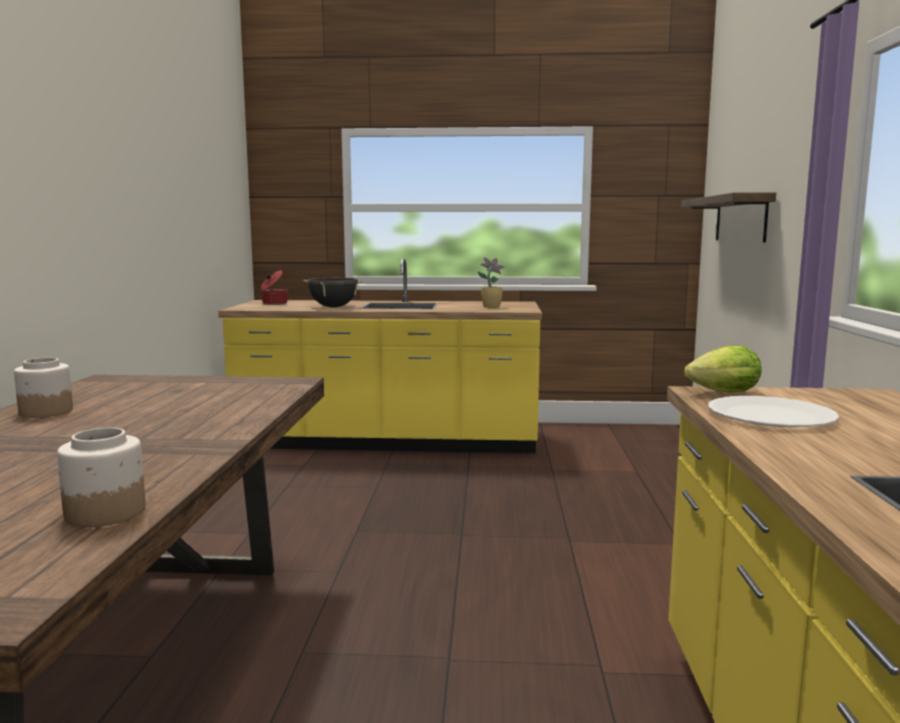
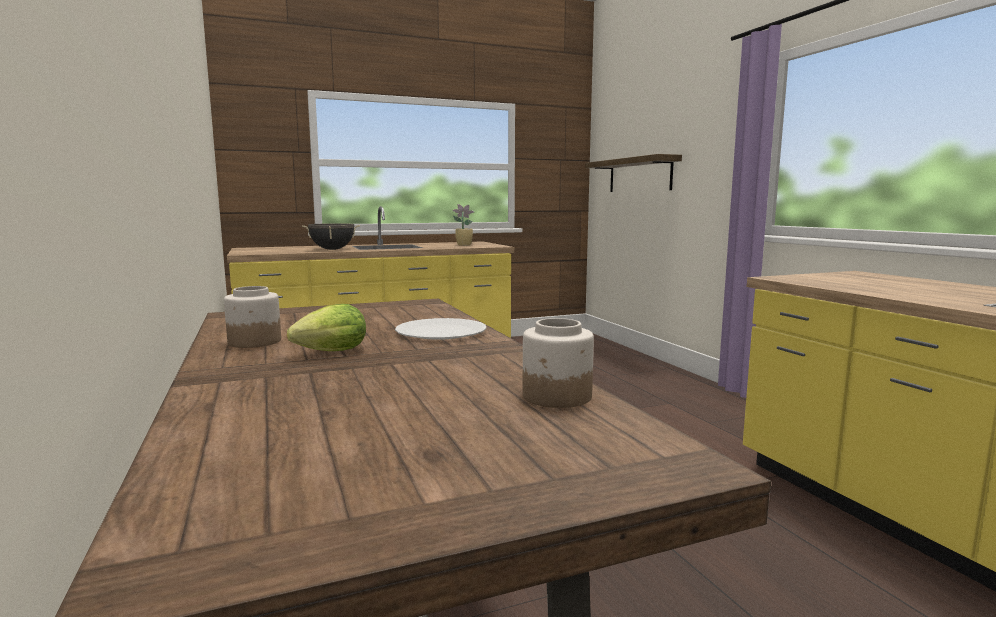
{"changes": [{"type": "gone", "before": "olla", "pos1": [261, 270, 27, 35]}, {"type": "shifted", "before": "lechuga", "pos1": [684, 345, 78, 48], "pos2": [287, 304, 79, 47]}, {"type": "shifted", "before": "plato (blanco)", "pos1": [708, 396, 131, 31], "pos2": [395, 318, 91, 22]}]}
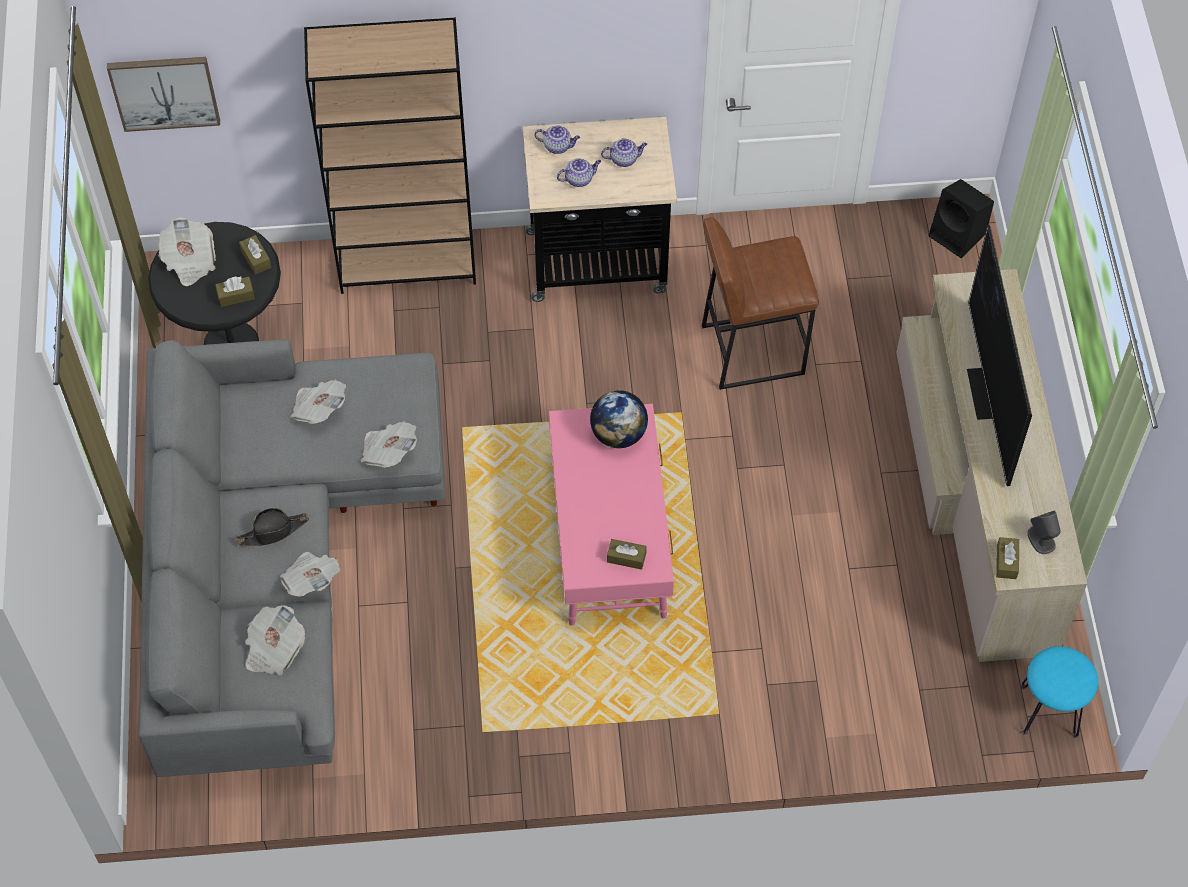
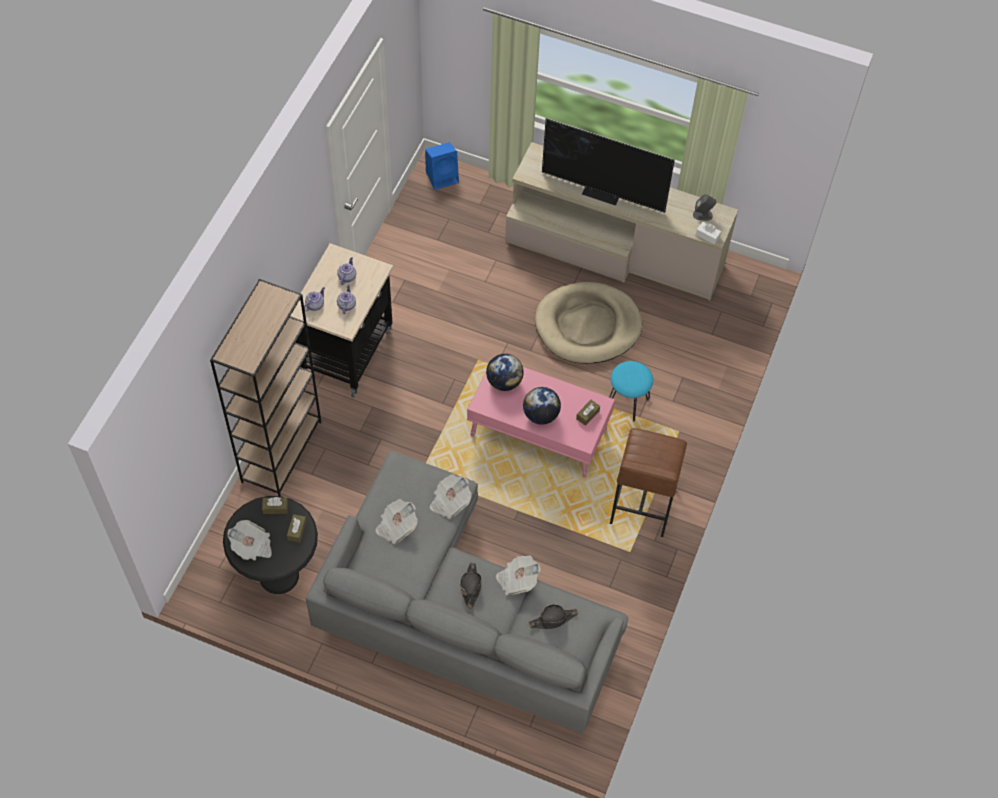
{"changes": [{"type": "gone", "before": "cuadro", "pos1": [107, 57, 113, 75]}, {"type": "repainted", "before": "altavoz (negro)", "after": "altavoz (azul)", "pos1": [928, 179, 66, 79], "pos2": [425, 142, 34, 48]}, {"type": "shifted", "before": "taburete (marrón)", "pos1": [702, 217, 117, 173], "pos2": [610, 428, 77, 109]}, {"type": "repainted", "before": "caja de pañuelos (marrón)", "after": "caja de pañuelos (blanco)", "pos1": [996, 537, 23, 42], "pos2": [696, 222, 25, 23]}, {"type": "swapped", "before": "periódico", "after": "sombrero (negro)", "pos1": [245, 605, 60, 70], "pos2": [529, 604, 49, 25]}, {"type": "shifted", "before": "taburete (turquesa)", "pos1": [1021, 646, 77, 92], "pos2": [609, 361, 44, 61]}, {"type": "new", "after": "cama para perro (beis)", "pos2": [535, 282, 107, 82]}, {"type": "new", "after": "globo terráqueo", "pos2": [523, 387, 38, 38]}]}
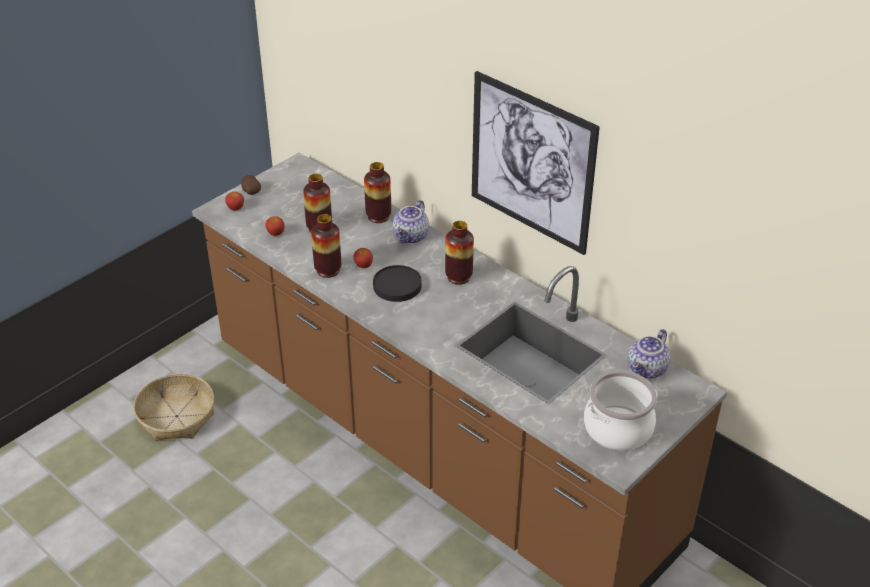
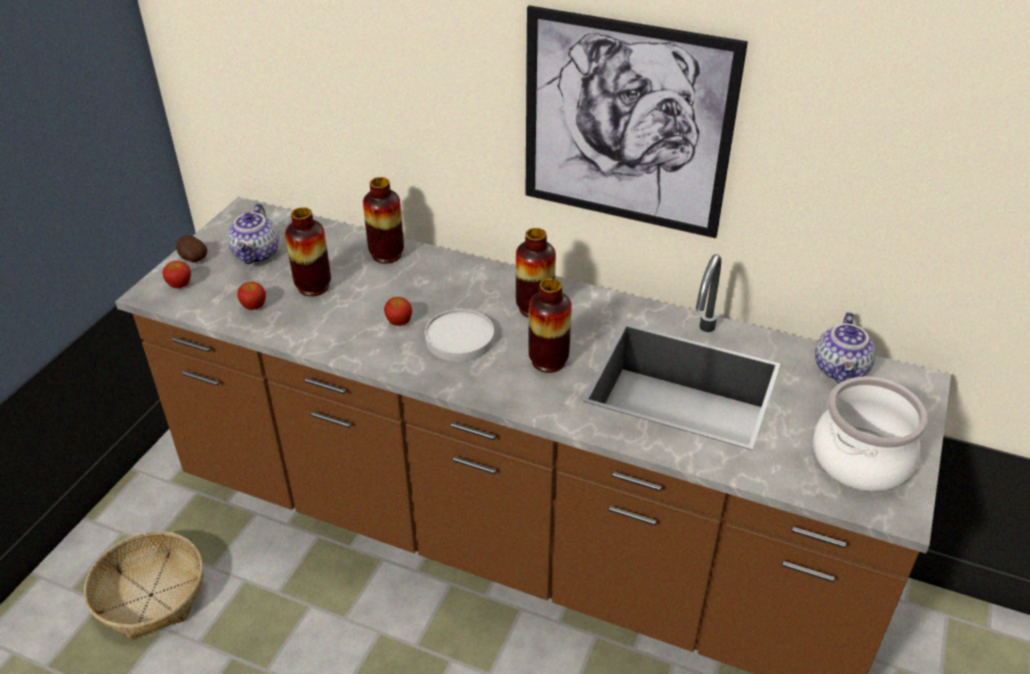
{"changes": [{"type": "shifted", "before": "tetera", "pos1": [393, 200, 36, 44], "pos2": [227, 204, 52, 60]}, {"type": "shifted", "before": "florero", "pos1": [311, 214, 30, 64], "pos2": [528, 278, 44, 95]}, {"type": "repainted", "before": "plato (negro)", "after": "plato (blanco)", "pos1": [373, 265, 49, 37], "pos2": [425, 309, 69, 53]}]}
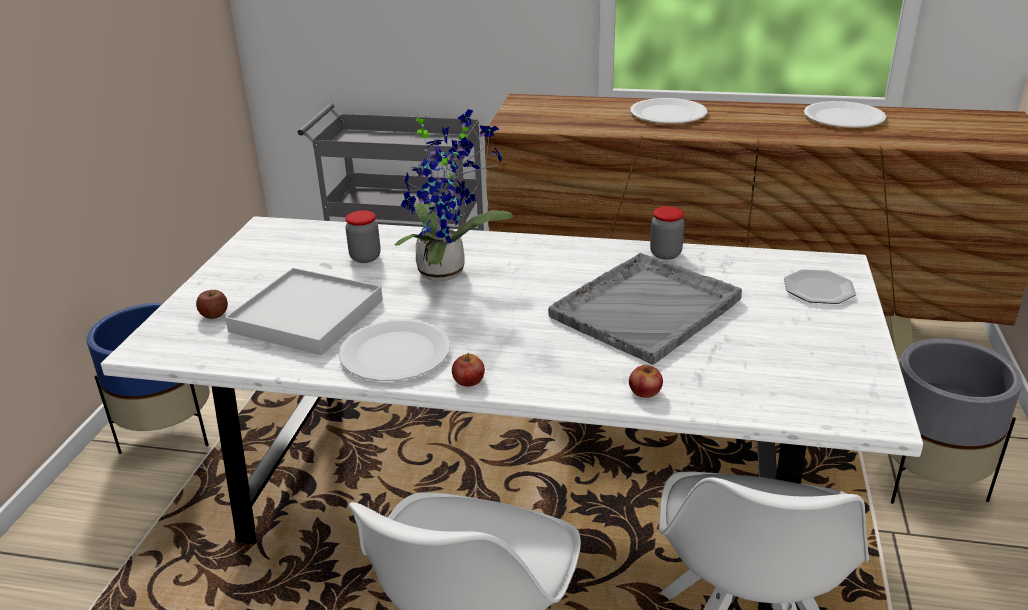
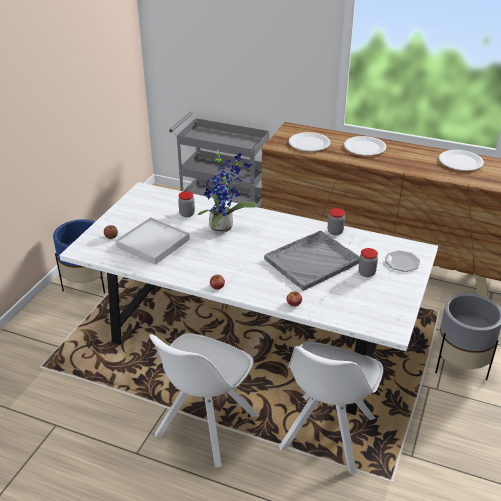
{"changes": [{"type": "shifted", "before": "plato (blanco)", "pos1": [339, 319, 111, 62], "pos2": [289, 132, 41, 19]}, {"type": "new", "after": "tarro", "pos2": [358, 248, 20, 29]}]}
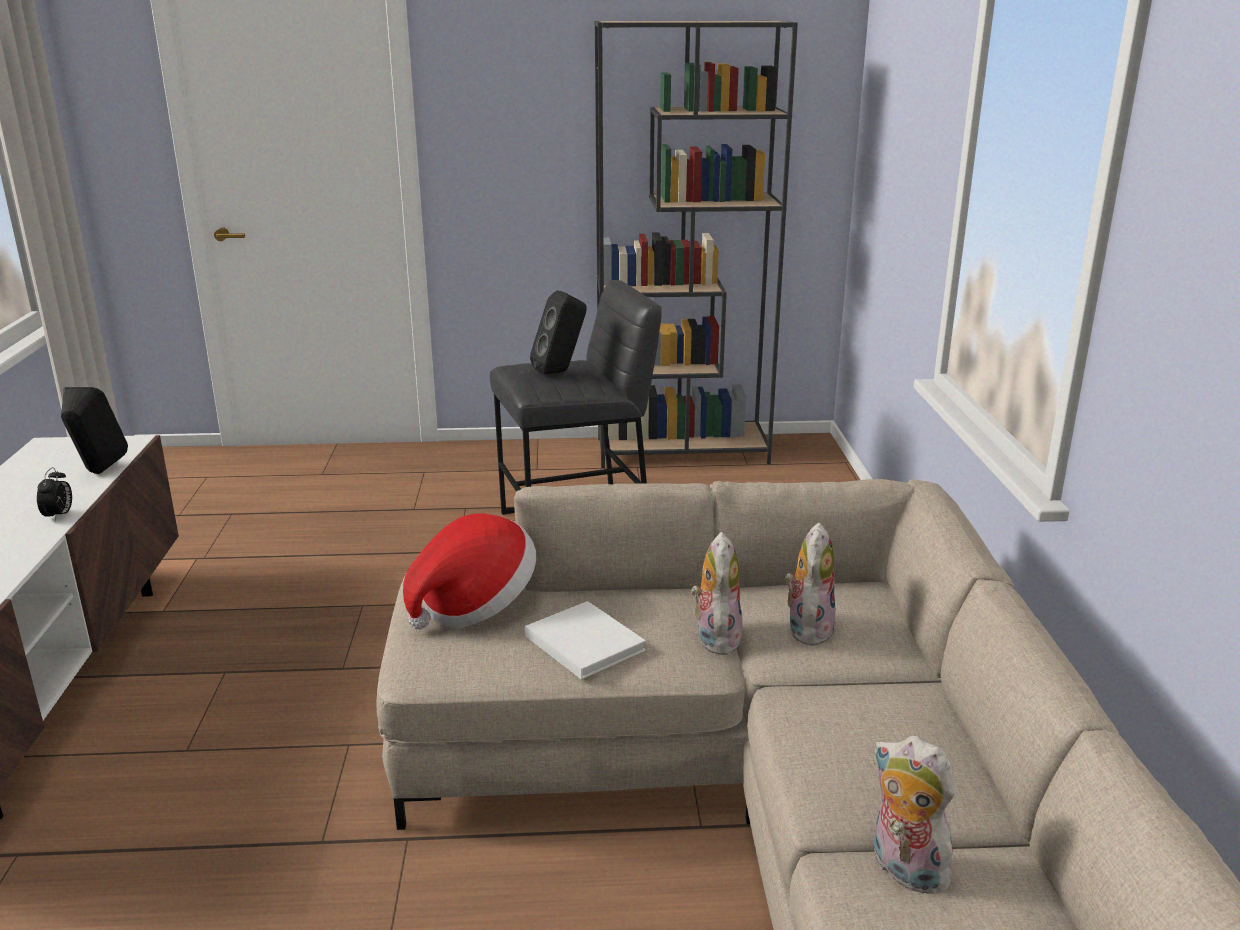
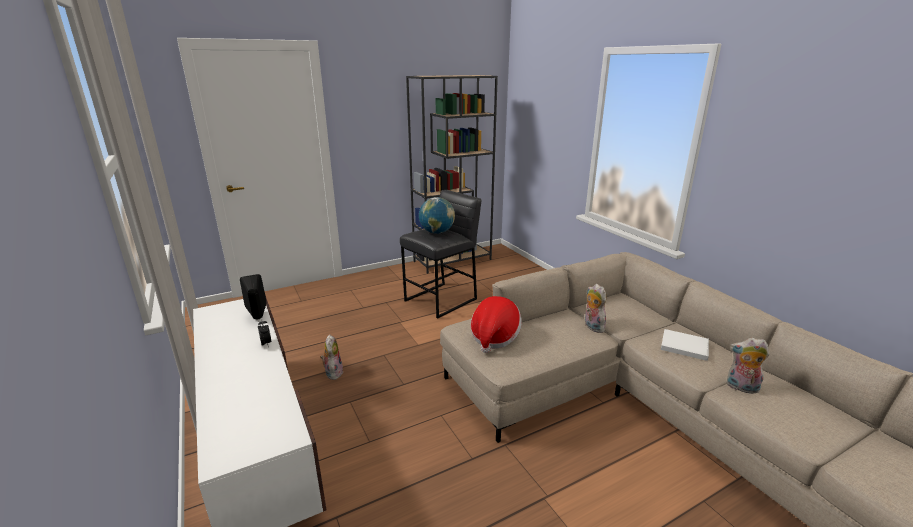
{"changes": [{"type": "swapped", "before": "altavoz (negro)", "after": "globo terráqueo", "pos1": [530, 290, 56, 84], "pos2": [419, 197, 36, 37]}, {"type": "shifted", "before": "peluche", "pos1": [785, 522, 51, 124], "pos2": [321, 335, 22, 45]}, {"type": "shifted", "before": "libro (blanco)", "pos1": [525, 601, 121, 78], "pos2": [661, 329, 48, 32]}]}
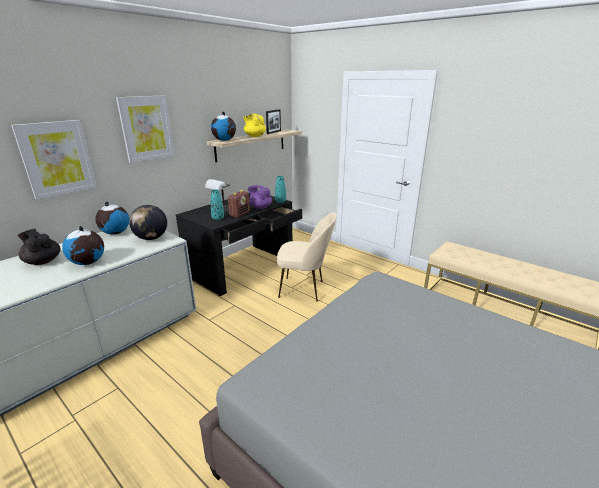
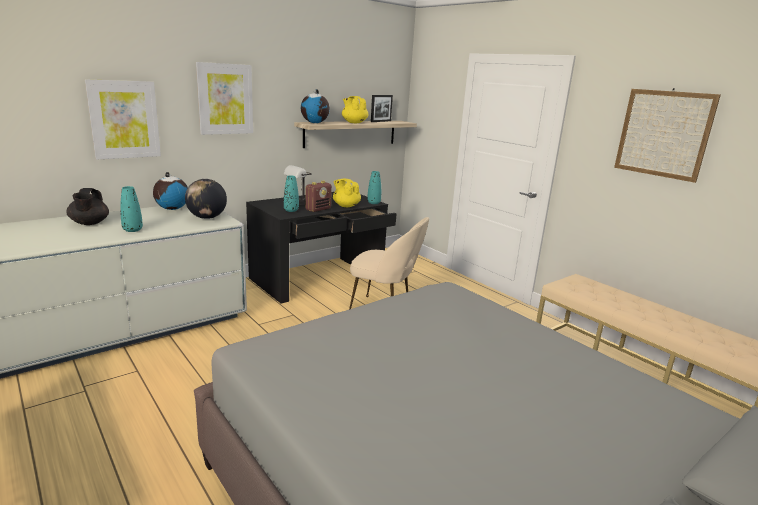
{"changes": [{"type": "repainted", "before": "tetera (morado)", "after": "tetera (amarillo)", "pos1": [247, 185, 25, 24], "pos2": [333, 179, 28, 28]}, {"type": "swapped", "before": "globo terráqueo", "after": "florero (turquesa)", "pos1": [62, 226, 42, 39], "pos2": [120, 186, 23, 46]}, {"type": "rotated", "before": "tetera (negro)", "pos1": [17, 229, 44, 36], "pos2": [66, 188, 43, 37], "turn": -150}, {"type": "new", "after": "cuadro", "pos2": [614, 88, 107, 95]}]}
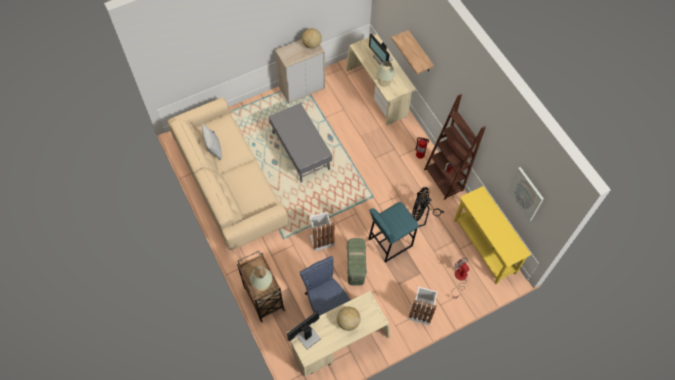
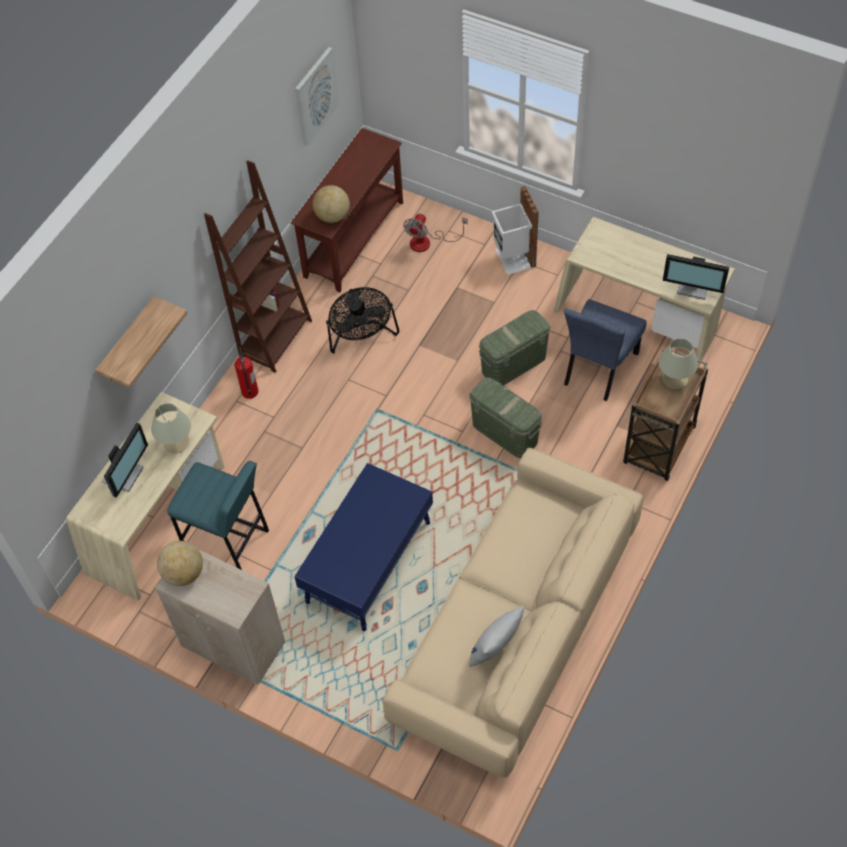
{"changes": [{"type": "repainted", "before": "mesa de centro (gris)", "after": "mesa de centro (azul)", "pos1": [269, 103, 63, 80], "pos2": [294, 463, 139, 168]}, {"type": "repainted", "before": "mesa consola (amarillo)", "after": "mesa consola (marrón)", "pos1": [454, 186, 77, 98], "pos2": [291, 128, 112, 164]}, {"type": "shifted", "before": "taburete (turquesa)", "pos1": [368, 202, 51, 61], "pos2": [167, 461, 102, 109]}, {"type": "swapped", "before": "papelera (blanco)", "after": "caja de almacenaje (verde)", "pos1": [309, 212, 26, 39], "pos2": [469, 378, 73, 81]}, {"type": "shifted", "before": "globo terráqueo", "pos1": [337, 307, 24, 24], "pos2": [313, 185, 37, 38]}]}
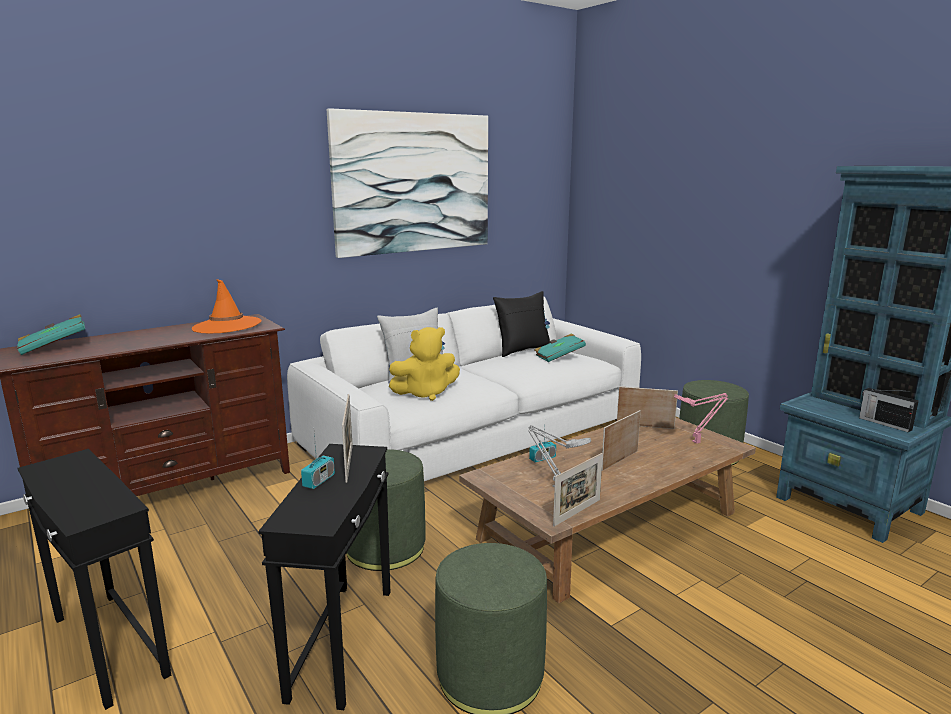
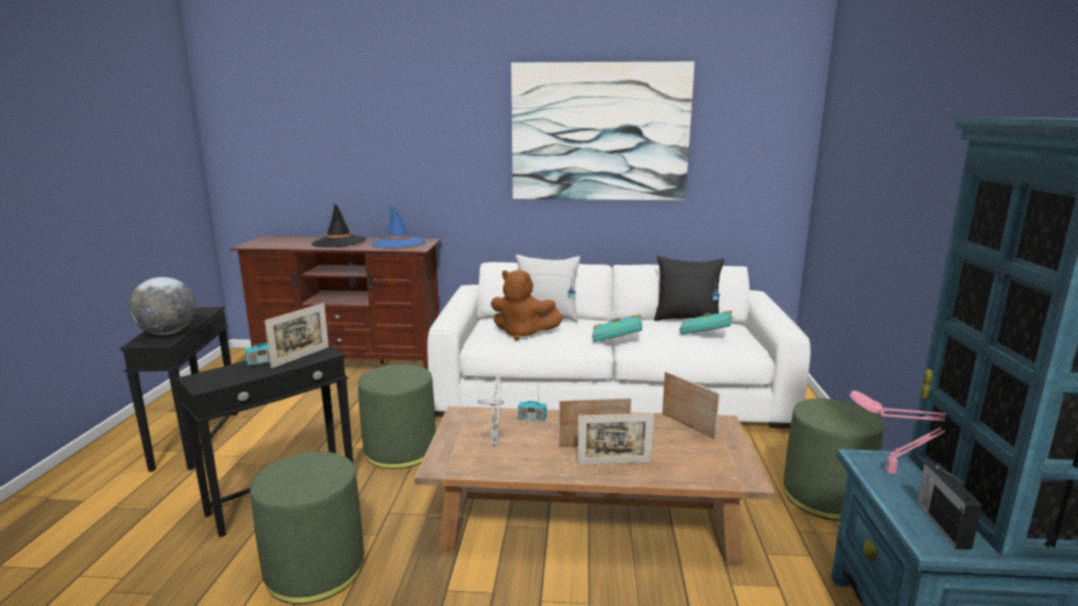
{"changes": [{"type": "repainted", "before": "sombrero (naranja)", "after": "sombrero (azul)", "pos1": [192, 279, 69, 55], "pos2": [371, 205, 55, 43]}, {"type": "shifted", "before": "libro (turquesa)", "pos1": [17, 314, 68, 41], "pos2": [592, 314, 50, 28]}, {"type": "repainted", "before": "peluche (amarillo)", "after": "peluche (marrón)", "pos1": [389, 327, 71, 74], "pos2": [491, 270, 72, 71]}, {"type": "shifted", "before": "lámpara de mesa (rosa)", "pos1": [674, 393, 54, 51], "pos2": [850, 391, 97, 83]}, {"type": "shifted", "before": "portarretratos", "pos1": [553, 453, 50, 74], "pos2": [577, 413, 77, 52]}, {"type": "new", "after": "sombrero (negro)", "pos2": [311, 204, 55, 44]}, {"type": "new", "after": "globo terráqueo", "pos2": [129, 277, 67, 58]}]}
